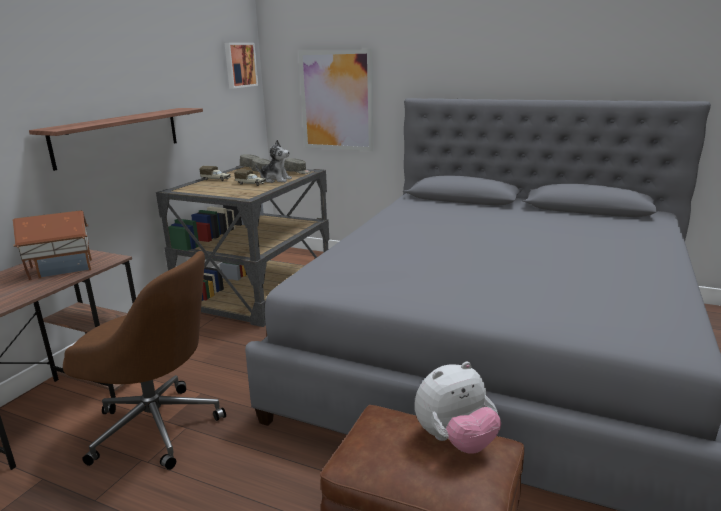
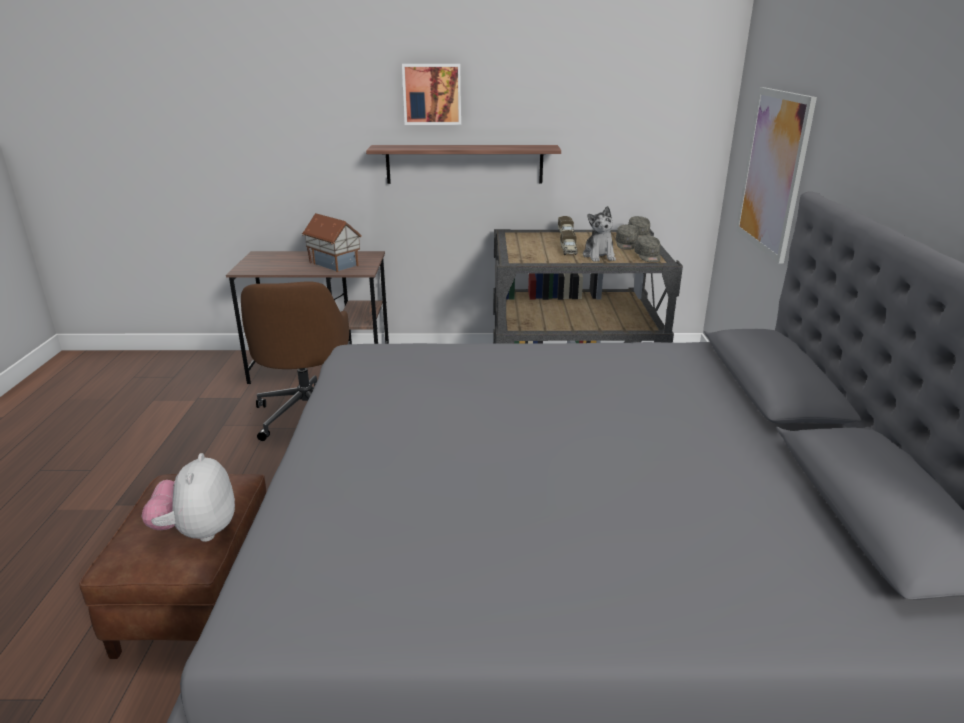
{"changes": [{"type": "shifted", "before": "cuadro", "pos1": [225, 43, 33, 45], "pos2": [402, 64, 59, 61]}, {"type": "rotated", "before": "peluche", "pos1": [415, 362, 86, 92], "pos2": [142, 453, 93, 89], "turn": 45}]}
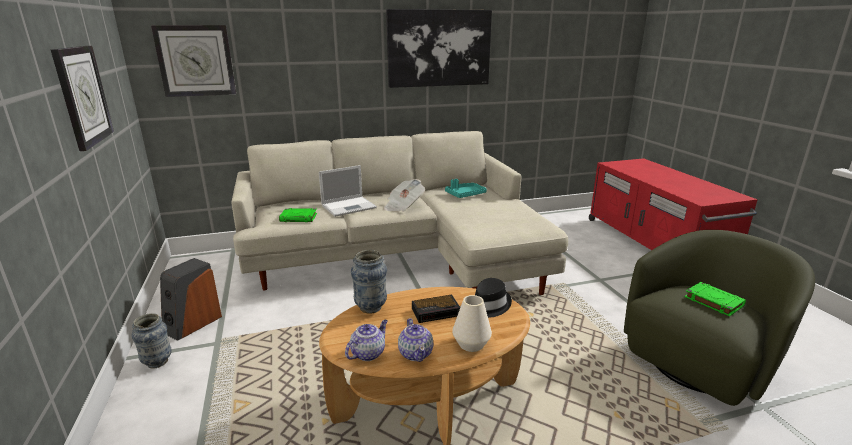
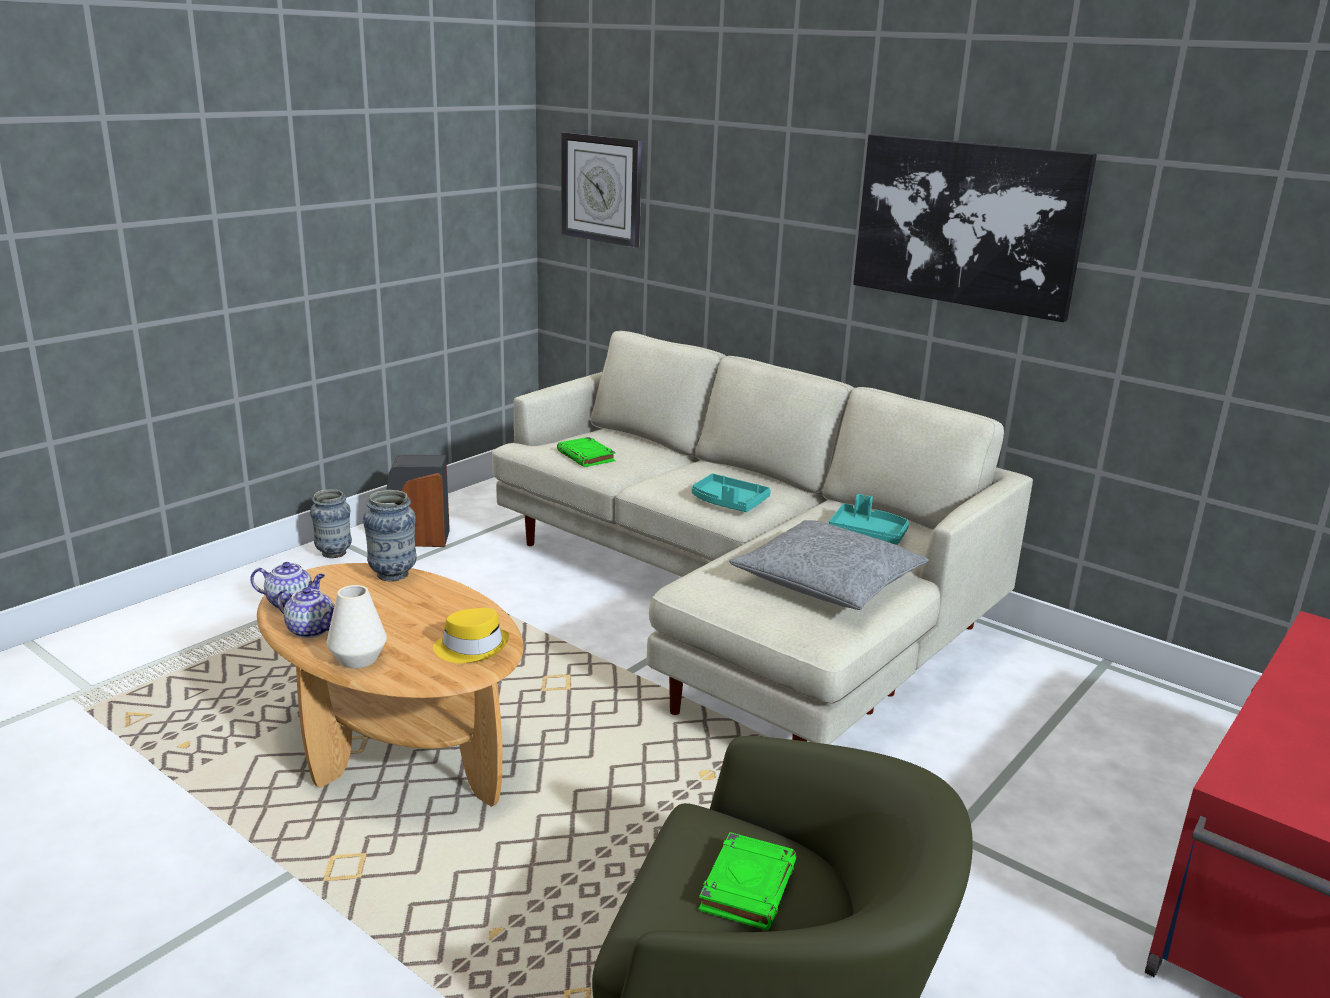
{"changes": [{"type": "gone", "before": "reloj de pared", "pos1": [51, 46, 63, 105]}, {"type": "gone", "before": "portátil", "pos1": [319, 165, 58, 52]}, {"type": "swapped", "before": "periódico", "after": "bandeja (turquesa)", "pos1": [384, 179, 41, 33], "pos2": [692, 474, 79, 38]}, {"type": "repainted", "before": "sombrero (negro)", "after": "sombrero (amarillo)", "pos1": [475, 278, 37, 40], "pos2": [433, 608, 76, 55]}, {"type": "gone", "before": "despertador", "pos1": [412, 295, 48, 28]}, {"type": "rotated", "before": "tetera", "pos1": [398, 318, 35, 44], "pos2": [277, 587, 58, 51], "turn": -105}, {"type": "new", "after": "cojín (gris)", "pos2": [729, 520, 200, 90]}]}
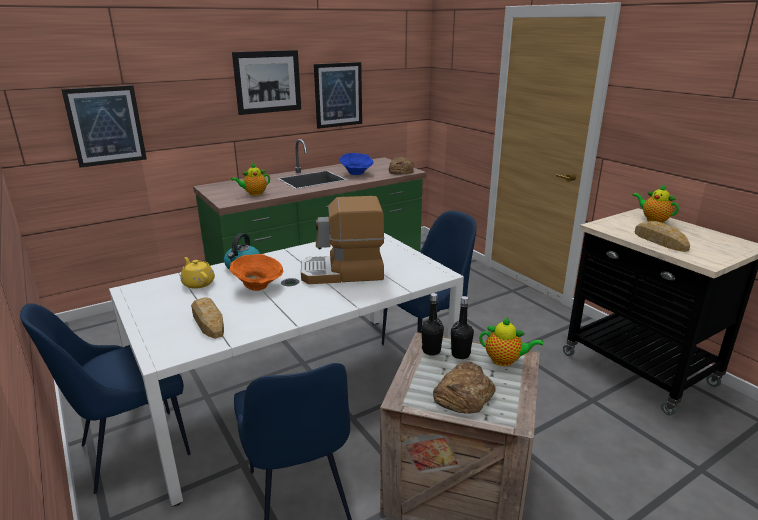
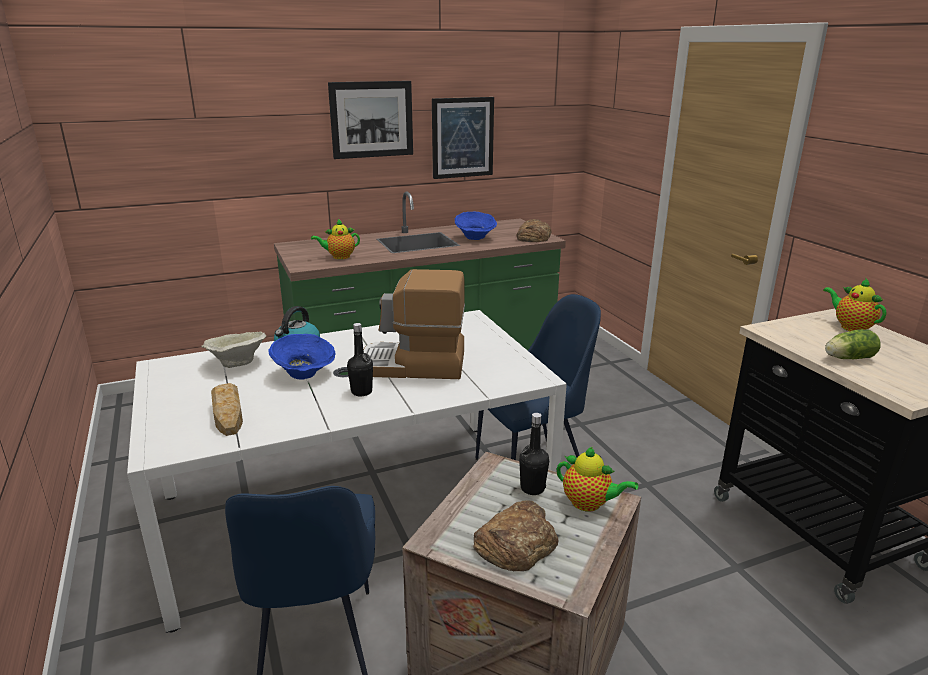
{"changes": [{"type": "gone", "before": "cuadro", "pos1": [61, 85, 86, 82]}, {"type": "swapped", "before": "pan", "after": "lechuga", "pos1": [635, 221, 55, 31], "pos2": [825, 329, 56, 30]}, {"type": "repainted", "before": "cuenco (naranja)", "after": "cuenco (azul)", "pos1": [230, 254, 53, 37], "pos2": [268, 334, 68, 46]}, {"type": "swapped", "before": "tetera (amarillo)", "after": "cuenco (beis)", "pos1": [181, 257, 34, 32], "pos2": [201, 332, 65, 36]}, {"type": "shifted", "before": "botella (negro)", "pos1": [421, 293, 23, 63], "pos2": [347, 323, 26, 74]}, {"type": "gone", "before": "silla (azul)", "pos1": [20, 303, 170, 191]}]}
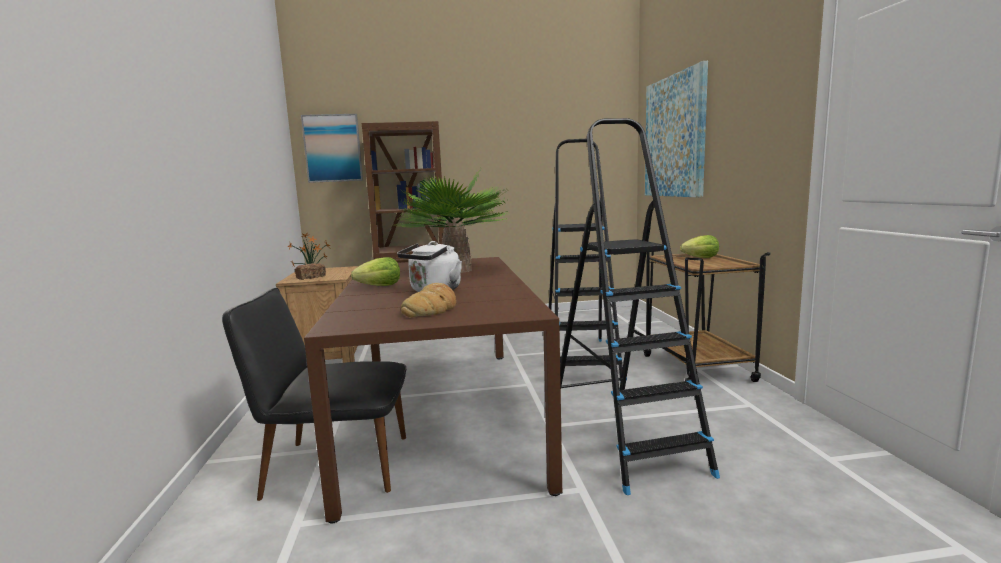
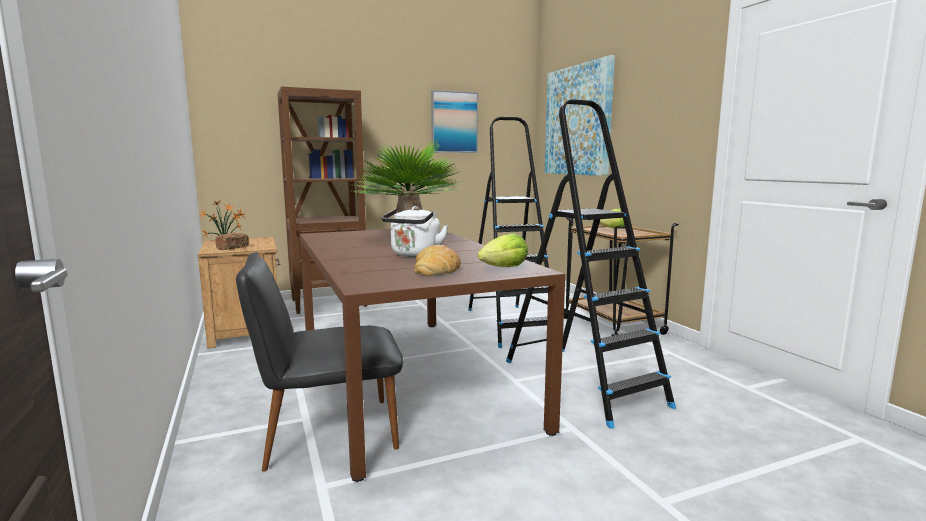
{"changes": [{"type": "shifted", "before": "cuadro", "pos1": [301, 114, 62, 69], "pos2": [431, 90, 47, 63]}, {"type": "shifted", "before": "lechuga", "pos1": [351, 257, 49, 29], "pos2": [478, 233, 50, 34]}]}
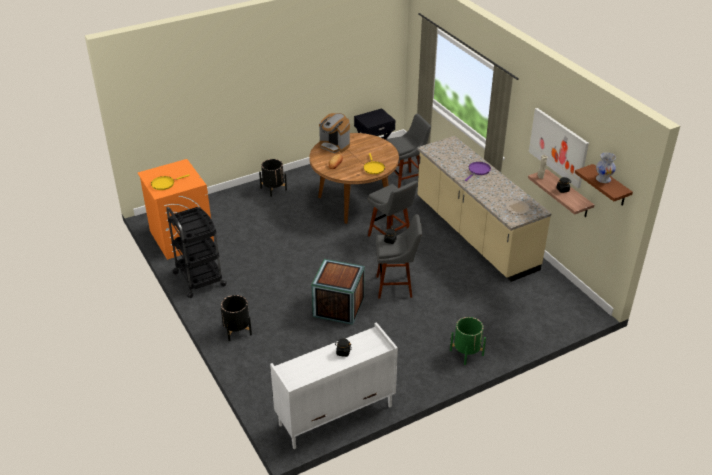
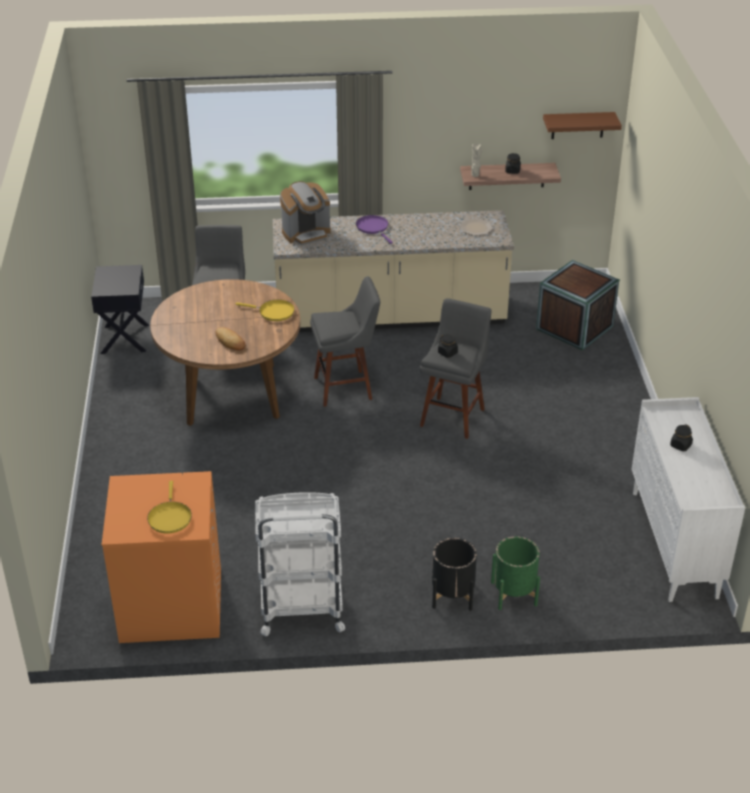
{"changes": [{"type": "gone", "before": "cuadro", "pos1": [529, 108, 60, 80]}, {"type": "shifted", "before": "cafetera", "pos1": [319, 113, 31, 40], "pos2": [280, 181, 51, 64]}, {"type": "gone", "before": "florero (blanco)", "pos1": [596, 152, 20, 31]}, {"type": "gone", "before": "maceta (negro)", "pos1": [259, 159, 28, 38]}, {"type": "repainted", "before": "carrito (negro)", "after": "carrito (blanco)", "pos1": [166, 207, 61, 91], "pos2": [255, 492, 90, 144]}, {"type": "shifted", "before": "caja de embalaje", "pos1": [311, 259, 54, 66], "pos2": [536, 260, 83, 90]}, {"type": "shifted", "before": "maceta (verde)", "pos1": [450, 317, 36, 48], "pos2": [491, 536, 49, 74]}]}
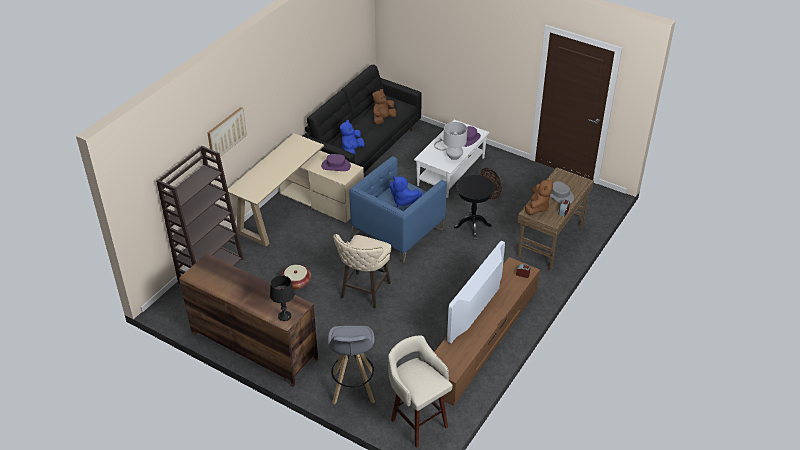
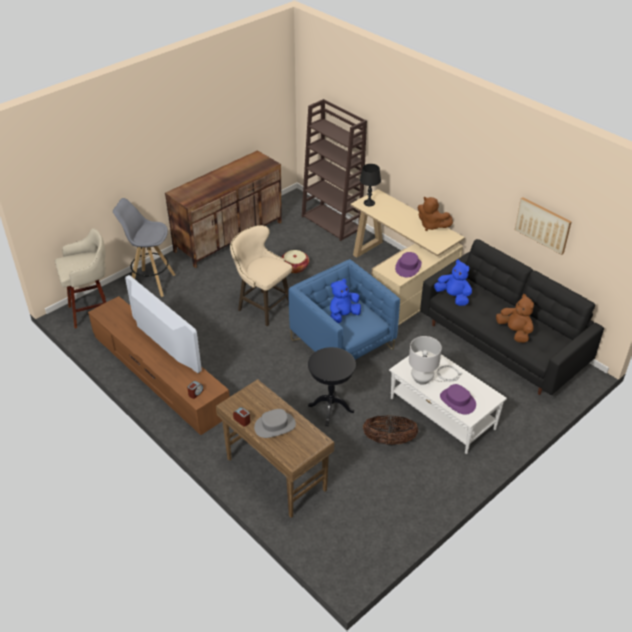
{"changes": [{"type": "shifted", "before": "cuadro", "pos1": [207, 107, 40, 52], "pos2": [515, 197, 57, 58]}, {"type": "shifted", "before": "peluche (marrón)", "pos1": [525, 179, 28, 36], "pos2": [418, 197, 35, 34]}, {"type": "shifted", "before": "lámpara de mesa (negro)", "pos1": [270, 275, 25, 46], "pos2": [360, 164, 21, 42]}]}
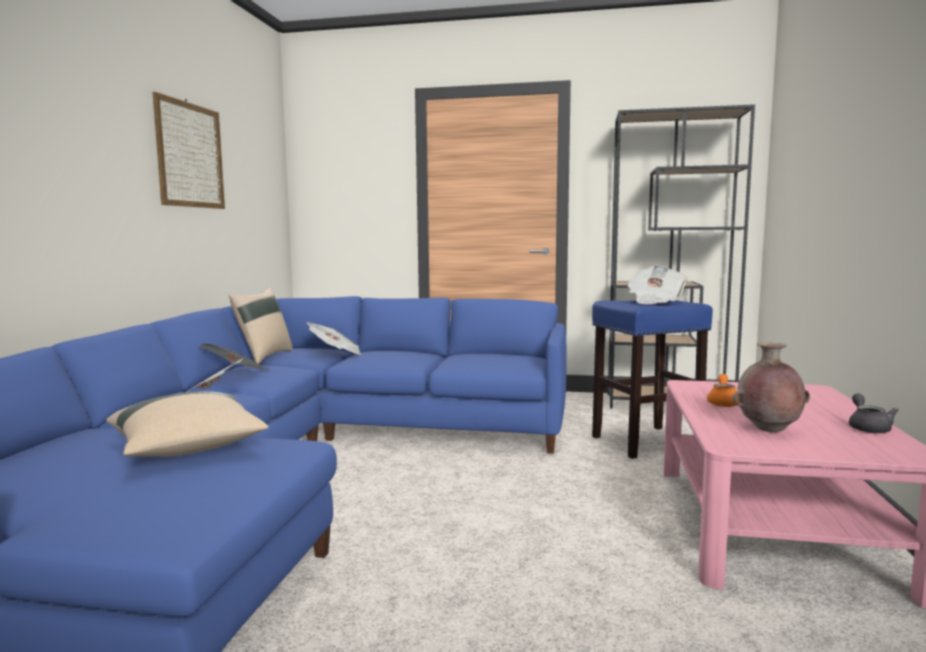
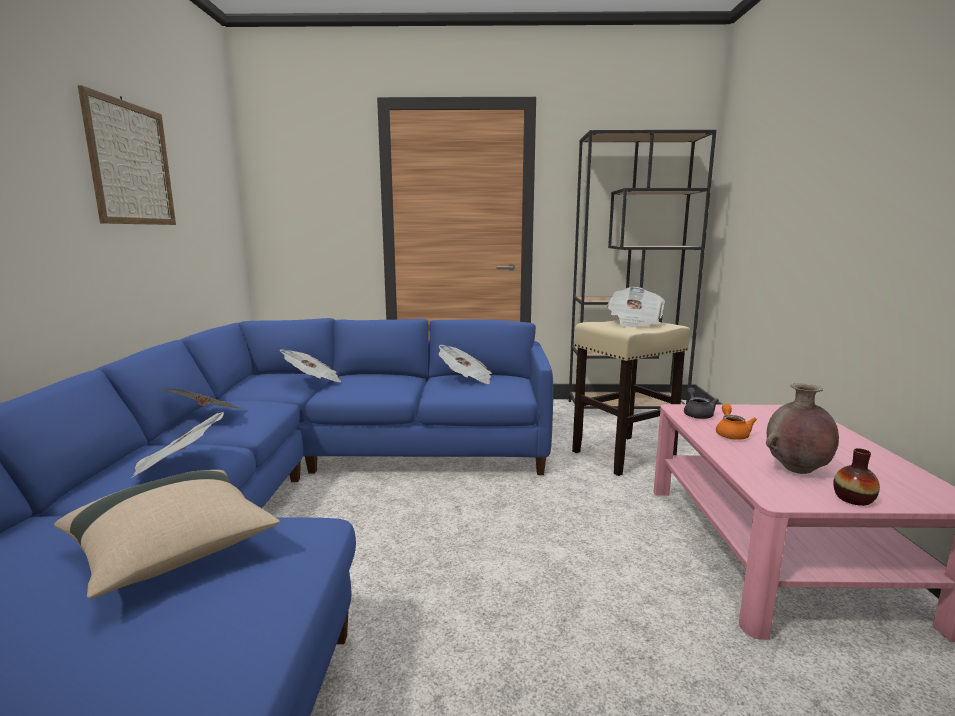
{"changes": [{"type": "gone", "before": "cojín (beis)", "pos1": [229, 288, 64, 76]}, {"type": "repainted", "before": "taburete (azul)", "after": "taburete (beis)", "pos1": [592, 300, 121, 159], "pos2": [572, 319, 118, 157]}, {"type": "shifted", "before": "tetera (gris)", "pos1": [849, 393, 50, 40], "pos2": [684, 387, 35, 32]}, {"type": "new", "after": "periódico", "pos2": [439, 345, 53, 39]}, {"type": "new", "after": "florero", "pos2": [834, 448, 46, 58]}]}
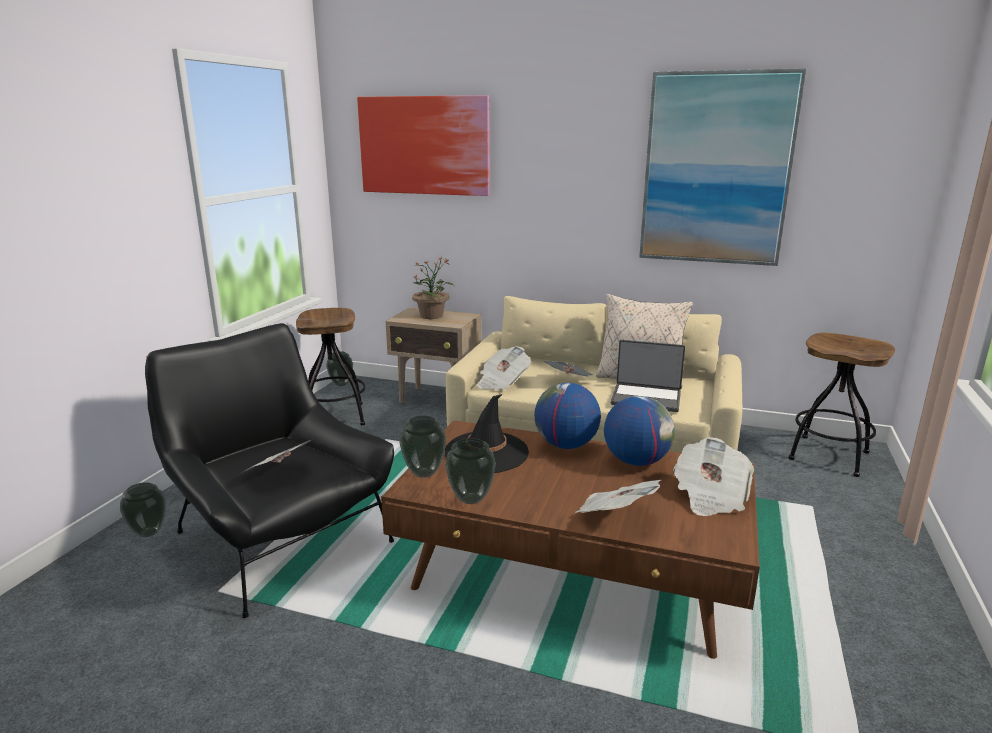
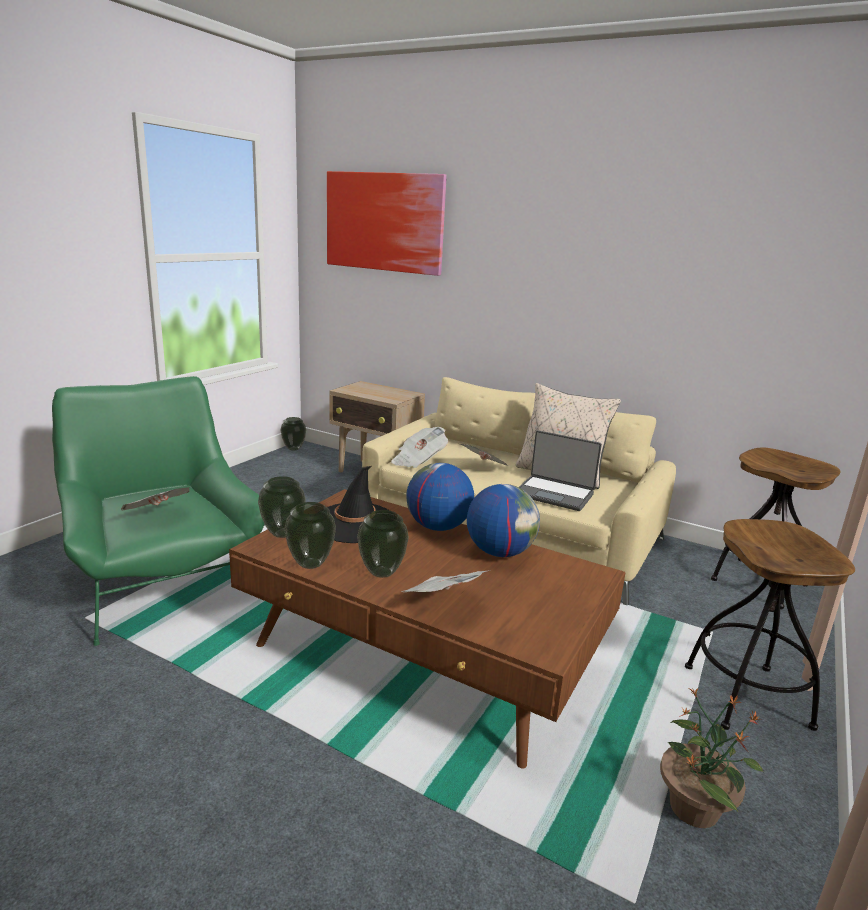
{"changes": [{"type": "gone", "before": "cuadro", "pos1": [639, 69, 167, 197]}, {"type": "shifted", "before": "planta en maceta", "pos1": [412, 256, 42, 63], "pos2": [660, 688, 103, 140]}, {"type": "shifted", "before": "taburete (marrón)", "pos1": [296, 308, 70, 118], "pos2": [685, 519, 170, 212]}, {"type": "repainted", "before": "sillón (negro)", "after": "sillón (verde)", "pos1": [145, 323, 249, 295], "pos2": [52, 376, 213, 270]}, {"type": "gone", "before": "periódico", "pos1": [673, 437, 81, 79]}, {"type": "shifted", "before": "florero", "pos1": [120, 482, 46, 55], "pos2": [357, 510, 52, 68]}]}
